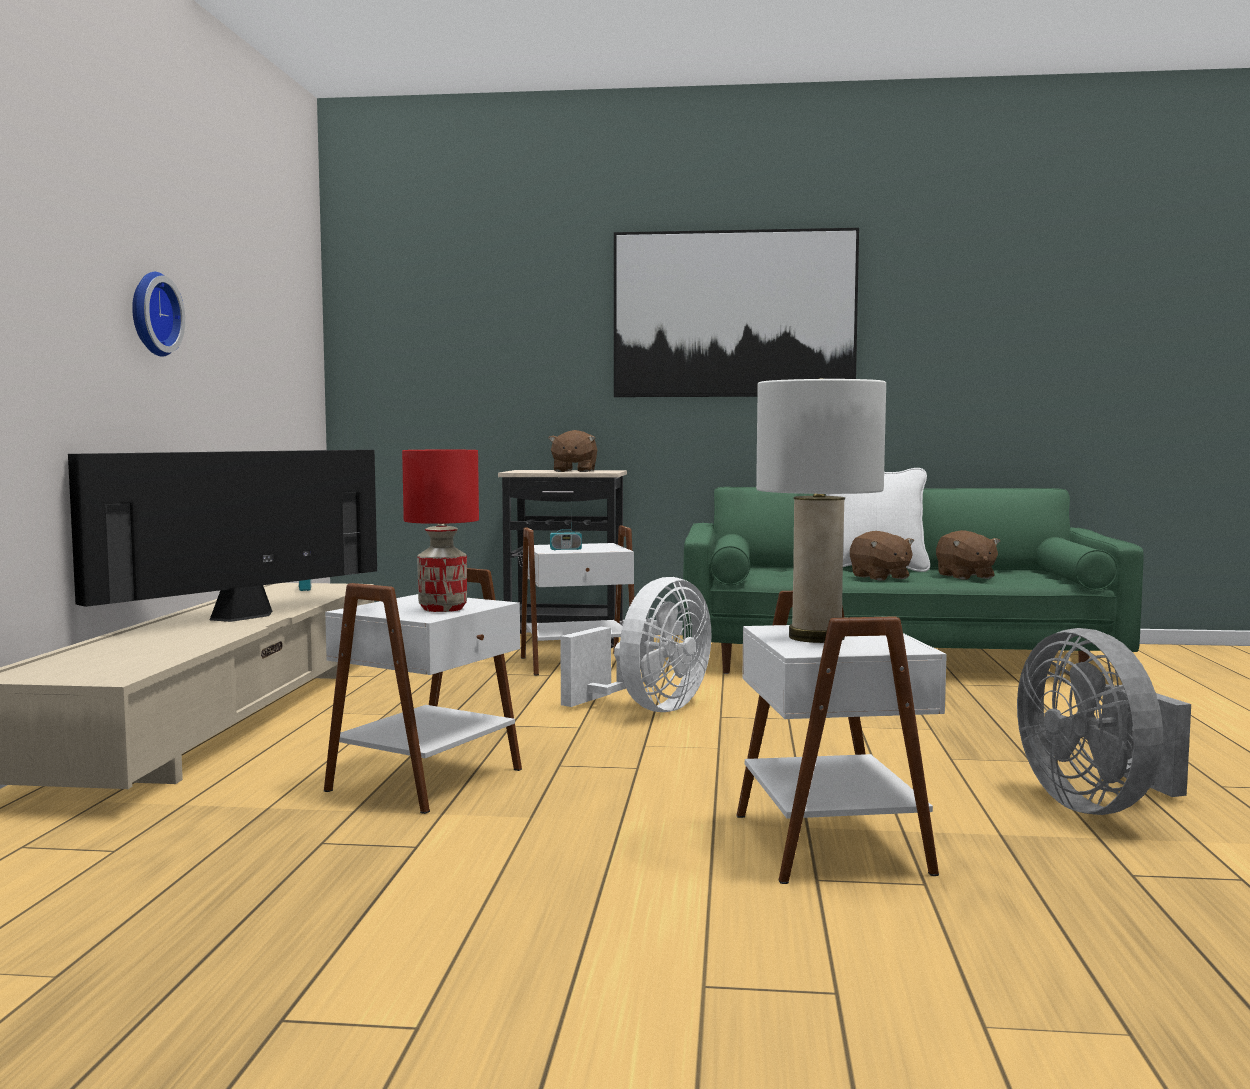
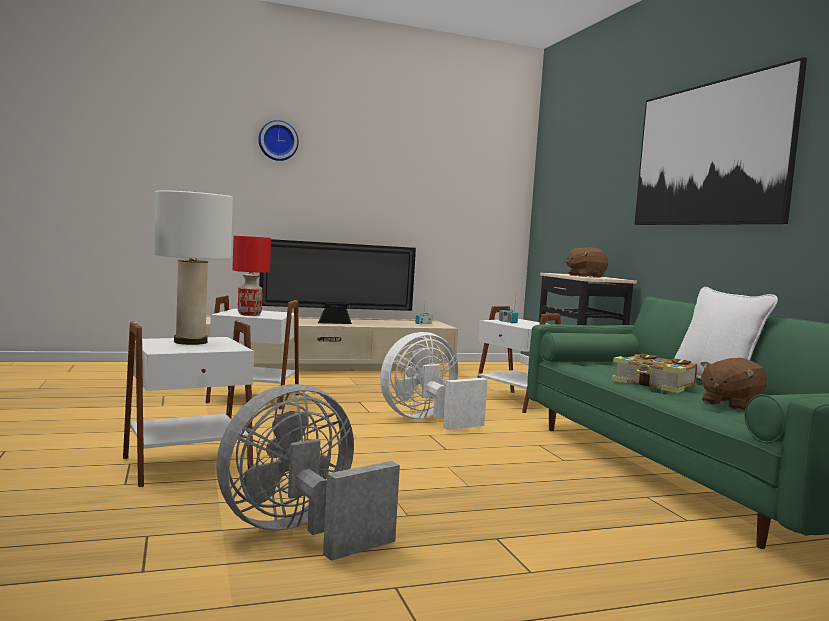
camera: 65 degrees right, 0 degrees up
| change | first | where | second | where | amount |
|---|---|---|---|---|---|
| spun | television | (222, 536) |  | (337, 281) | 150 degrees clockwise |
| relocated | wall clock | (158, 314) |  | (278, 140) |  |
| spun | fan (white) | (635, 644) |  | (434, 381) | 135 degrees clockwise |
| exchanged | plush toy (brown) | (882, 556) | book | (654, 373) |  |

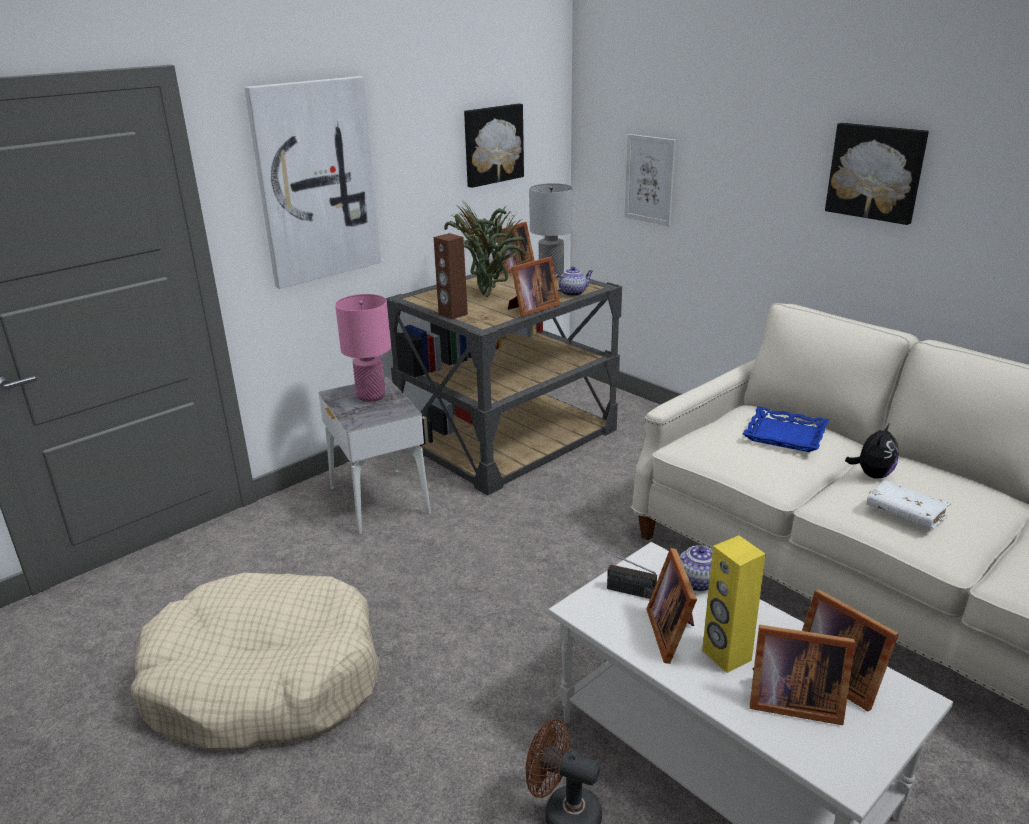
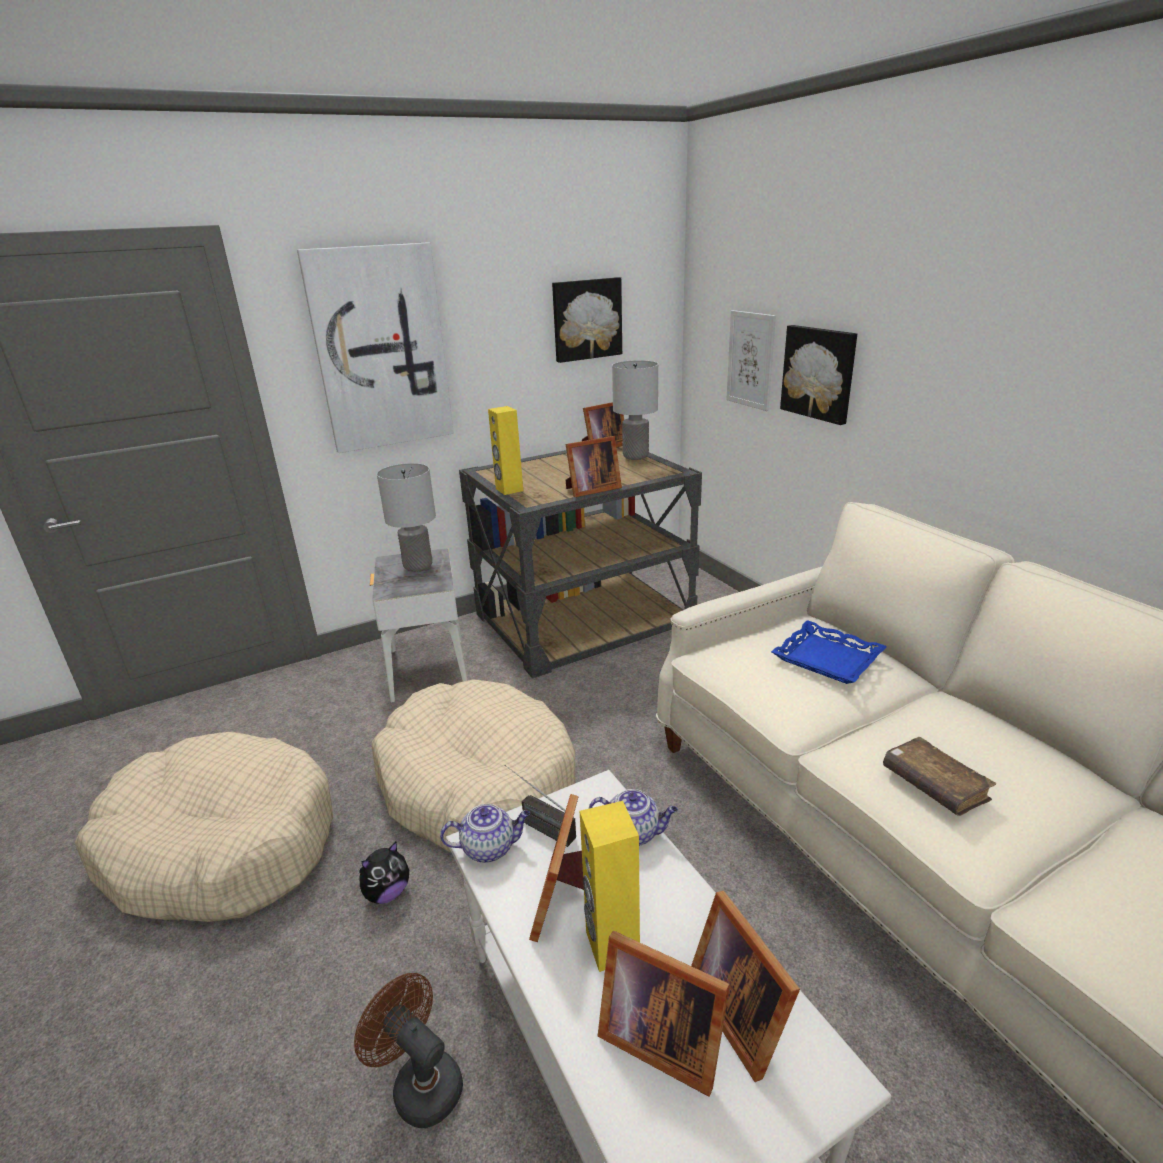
camera: 15 degrees right, 0 degrees up
| change | first | where | second | where | amount |
|---|---|---|---|---|---|
| colour | table lamp (pink) | (363, 348) | table lamp (grey) | (406, 517) |  |
| colour | speaker (brown) | (451, 276) | speaker (yellow) | (505, 450) |  |
| missing | potted plant | (485, 250) |  |  |  |
| relocated | teapot | (574, 281) |  | (485, 833) |  |
| relocated | picture | (877, 174) |  | (818, 375) |  |
| relocated | plush toy | (872, 451) |  | (384, 873) |  |
| colour | book (white) | (909, 504) | book (brown) | (939, 776) |  |
| appeared |  |  | dog bed (beige) | (473, 765) |  |

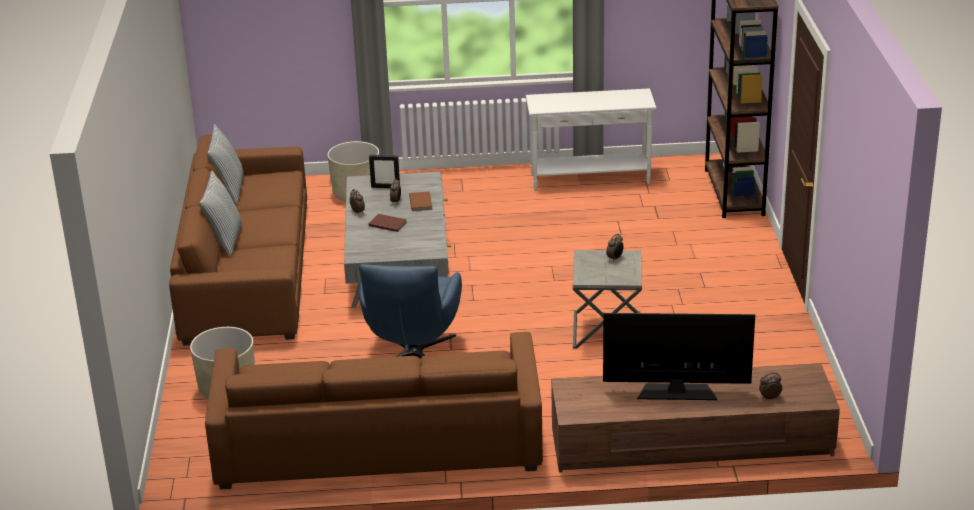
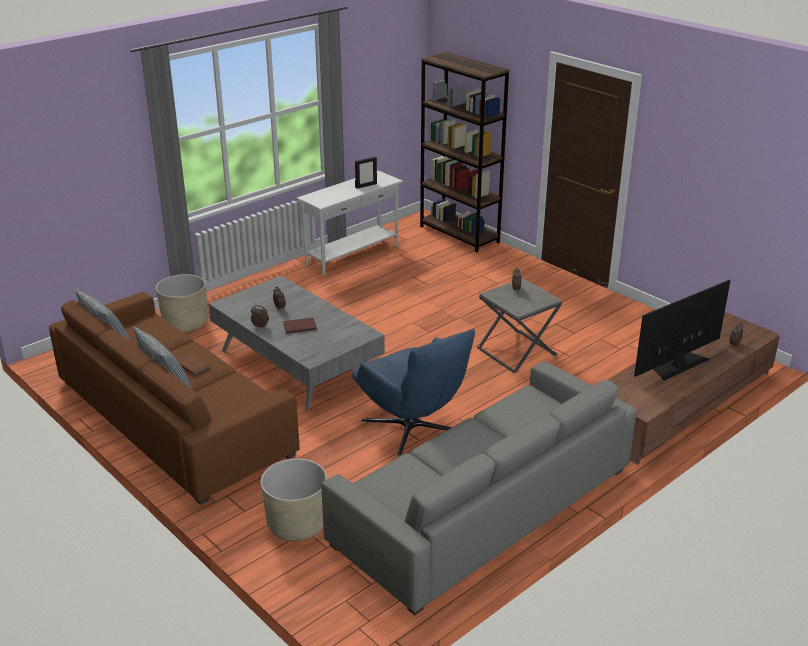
camera: 40 degrees left, 0 degrees up
| change | first | where | second | where | amount |
|---|---|---|---|---|---|
| colour | sofa (brown) | (374, 410) | sofa (grey) | (479, 488) |  |
| relocated | picture frame | (384, 171) |  | (366, 173) |  |
| relocated | book (brown) | (421, 201) |  | (194, 363) |  |

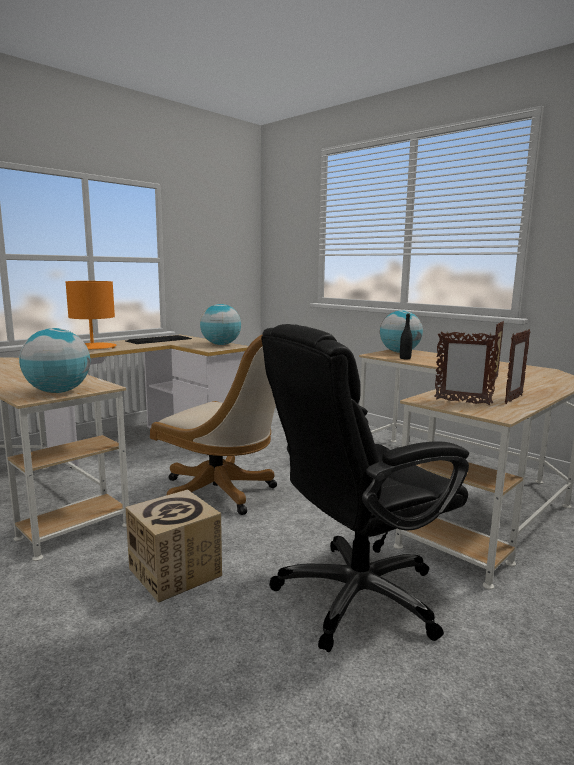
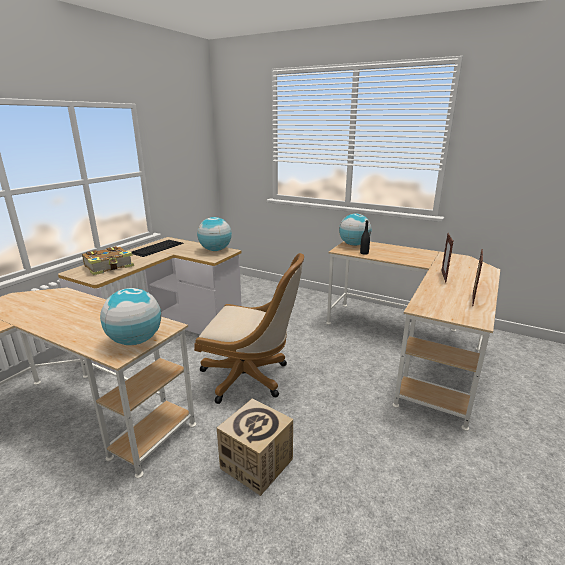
camera: 15 degrees left, 10 degrees up
| change | first | where | second | where | amount |
|---|---|---|---|---|---|
| exchanged | table lamp (orange) | (91, 315) | book | (108, 260) |  |
| missing | office chair (black) | (365, 488) |  |  |  |
| missing | picture frame | (467, 368) |  |  |  |

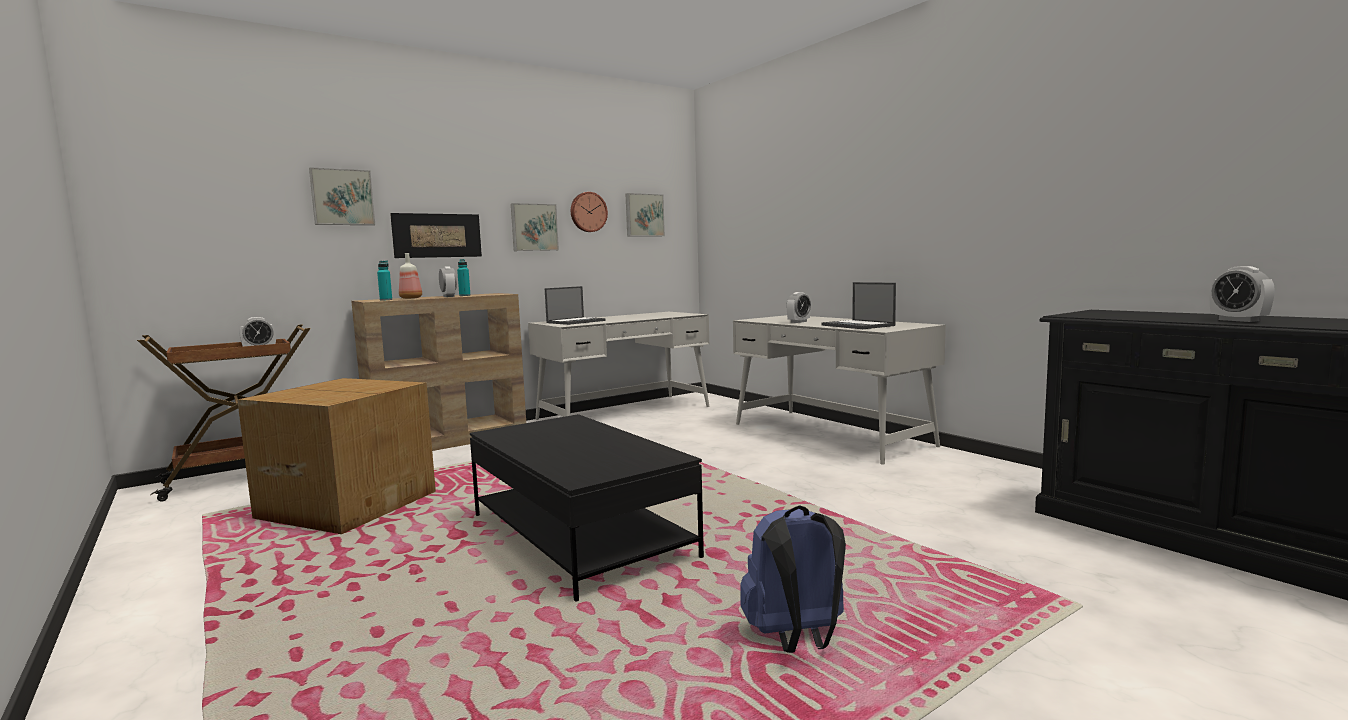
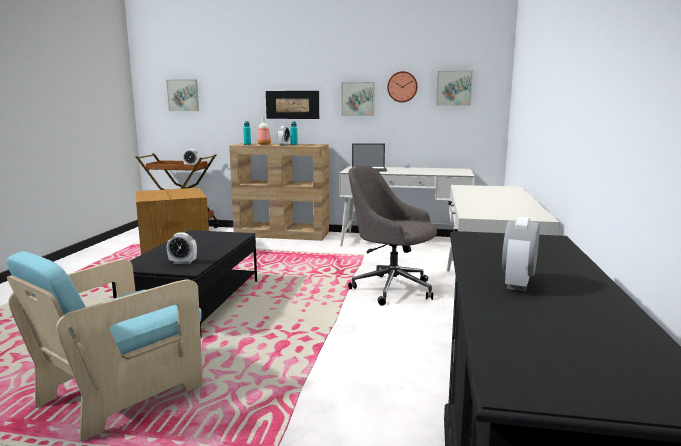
camera: 45 degrees right, 5 degrees up
| change | first | where | second | where | amount |
|---|---|---|---|---|---|
| relocated | picture | (342, 196) |  | (182, 95) |  |
| exchanged | backpack (blue) | (793, 579) | armchair (turquoise) | (104, 346) |  |
| relocated | alarm clock | (798, 307) |  | (182, 248) |  |
| missing | laptop | (858, 305) |  |  |  |
| appeared |  |  | office chair (grey) | (392, 236) |  |

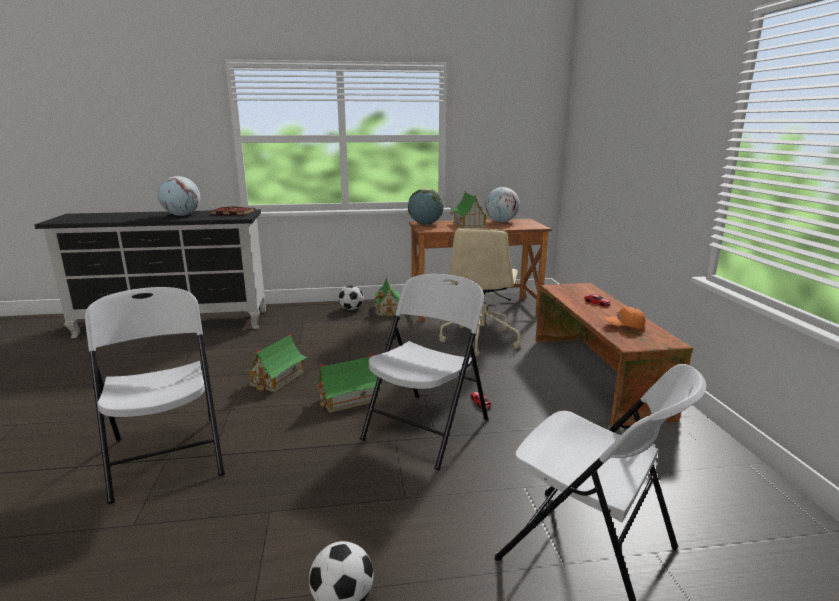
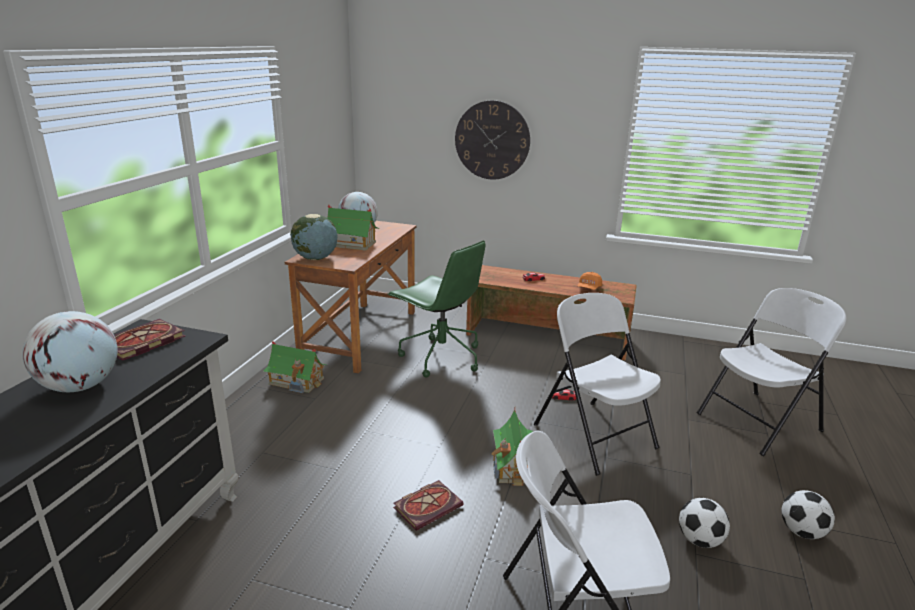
camera: 65 degrees left, 5 degrees up
| change | first | where | second | where | amount |
|---|---|---|---|---|---|
| exchanged | toy house | (276, 362) | book | (428, 505) |  |
| relocated | football | (350, 297) |  | (704, 523) |  |
| colour | office chair (beige) | (480, 292) | office chair (green) | (436, 309) |  |
| appeared |  |  | wall clock | (492, 140) |  |

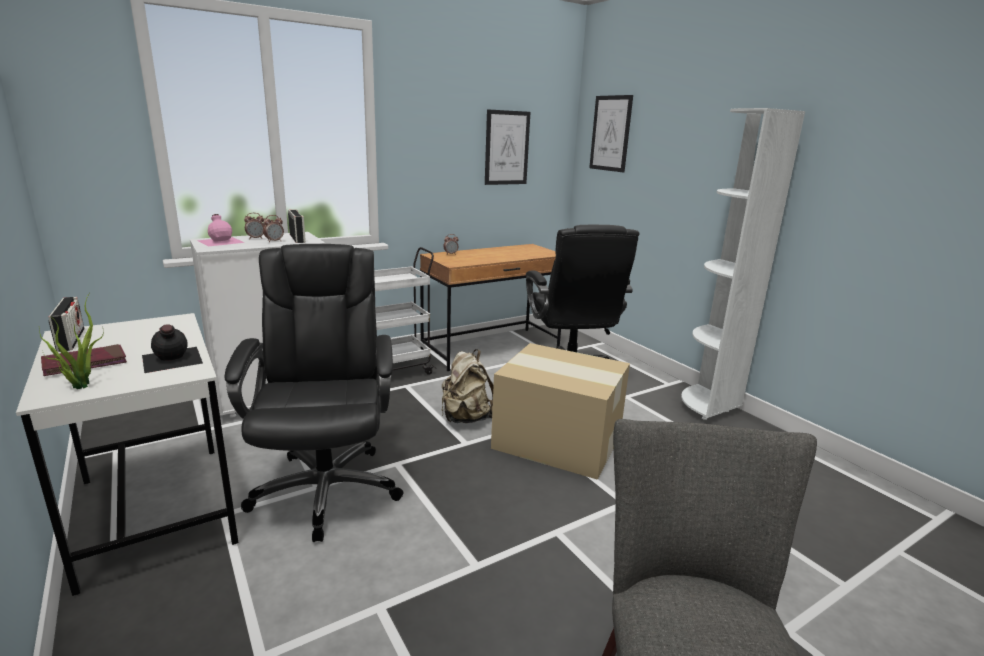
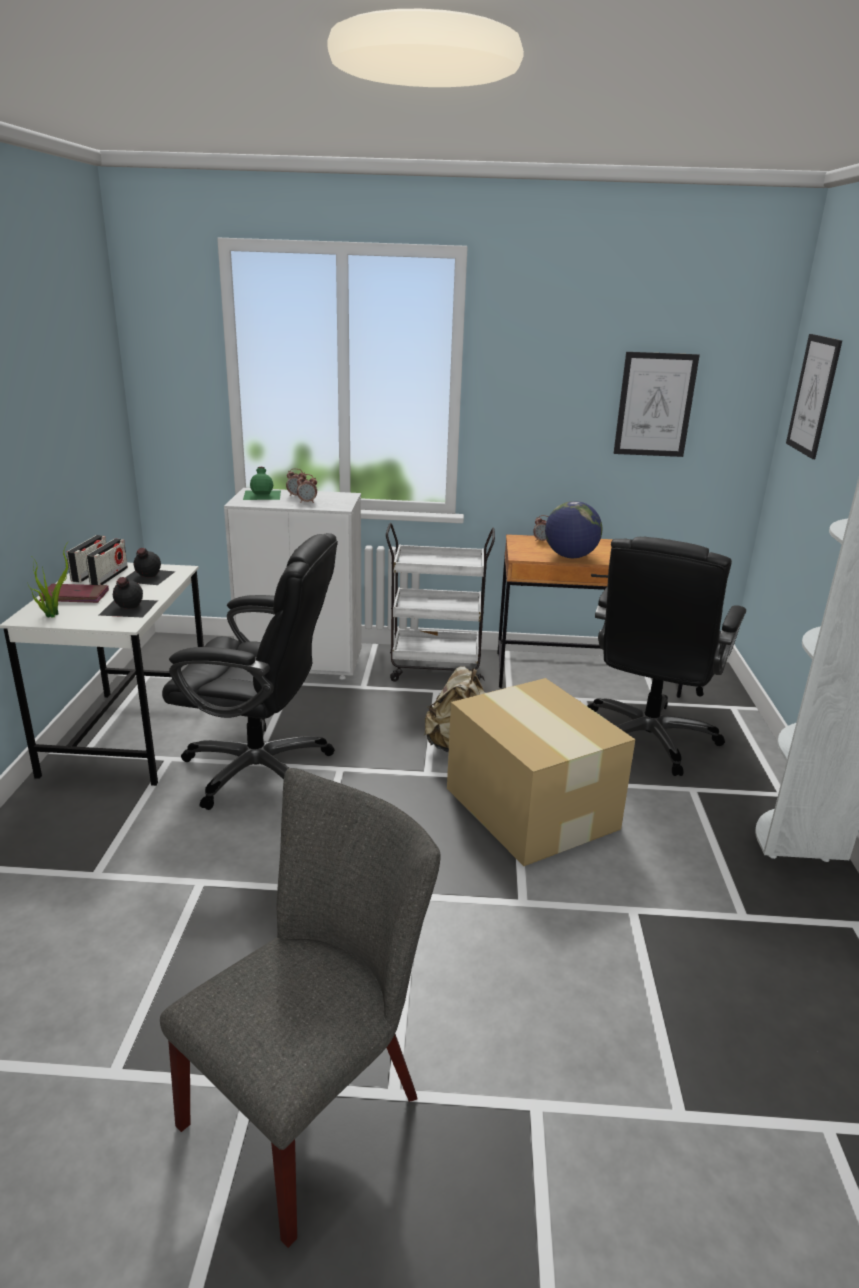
camera: 35 degrees right, 5 degrees up
| change | first | where | second | where | amount |
|---|---|---|---|---|---|
| colour | bottle (pink) | (221, 230) | bottle (green) | (262, 483) |  |
| spun | office chair (black) | (314, 393) |  | (250, 671) | 75 degrees clockwise |
| relocated | radio | (297, 226) |  | (107, 561) |  |
| appeared |  |  | bottle (black) | (150, 566) |  |
| appeared |  |  | globe | (573, 529) |  |

